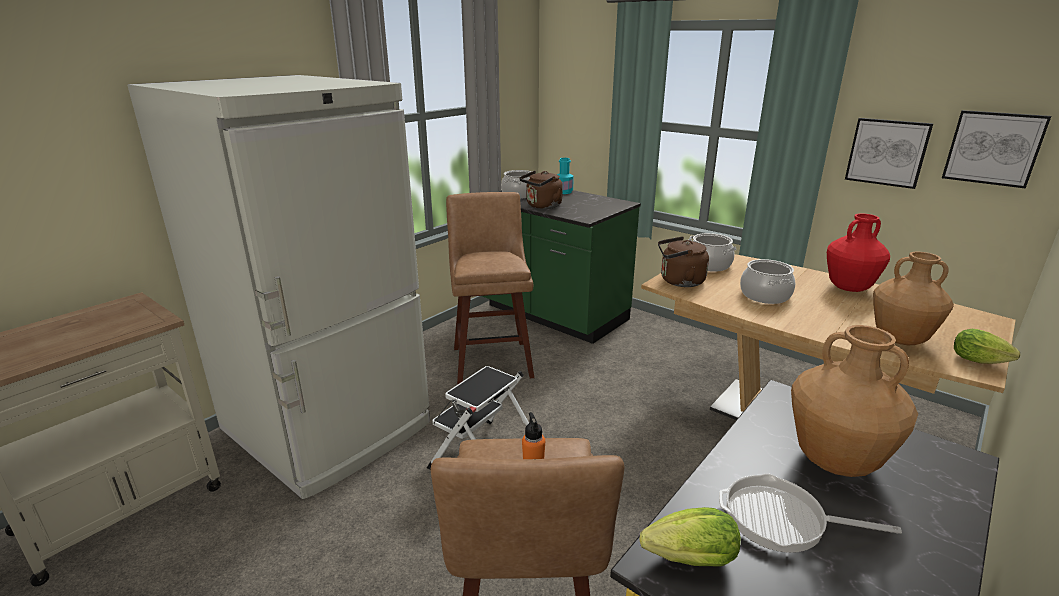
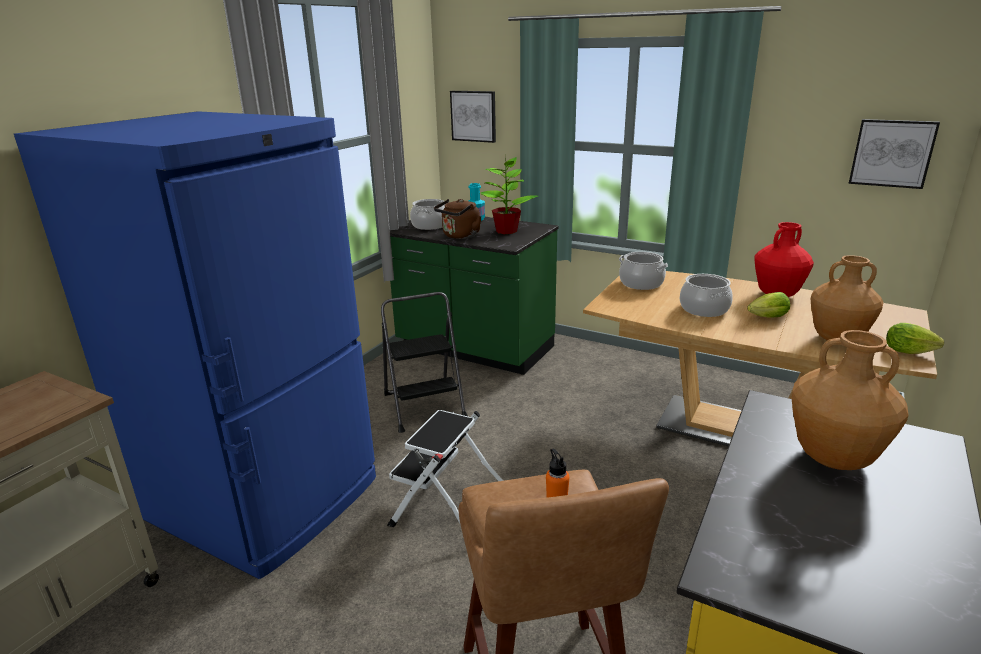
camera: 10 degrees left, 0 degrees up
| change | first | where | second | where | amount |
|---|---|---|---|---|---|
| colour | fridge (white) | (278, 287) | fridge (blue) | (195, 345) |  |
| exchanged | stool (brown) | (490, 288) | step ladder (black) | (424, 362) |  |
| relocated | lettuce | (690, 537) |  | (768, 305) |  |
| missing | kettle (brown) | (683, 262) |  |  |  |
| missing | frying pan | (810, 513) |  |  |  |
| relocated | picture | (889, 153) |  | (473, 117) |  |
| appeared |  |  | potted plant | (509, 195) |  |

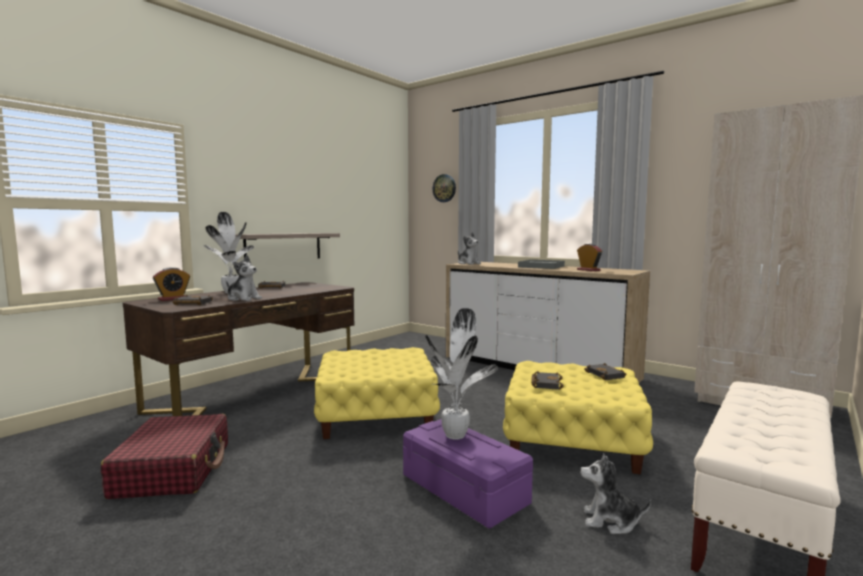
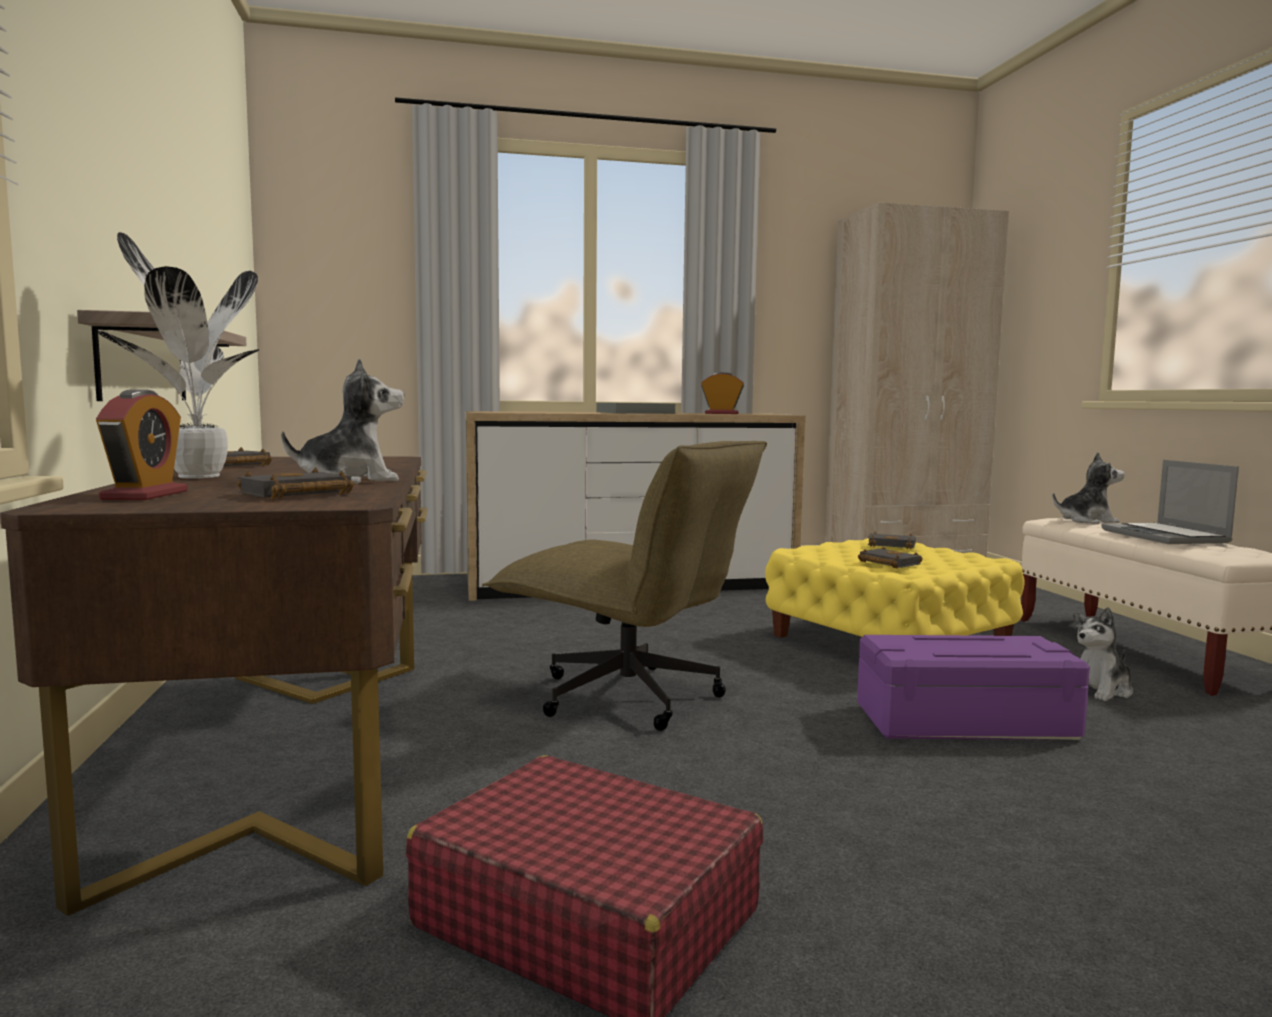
camera: 50 degrees left, 0 degrees up
| change | first | where | second | where | amount |
|---|---|---|---|---|---|
| exchanged | ottoman (yellow) | (377, 393) | office chair (beige) | (624, 586) |  |
| missing | potted plant | (461, 374) |  |  |  |
| missing | wall clock | (444, 188) |  |  |  |
| relocated | plush toy | (469, 248) |  | (1088, 488) |  |
| appeared |  |  | laptop | (1170, 502) |  |

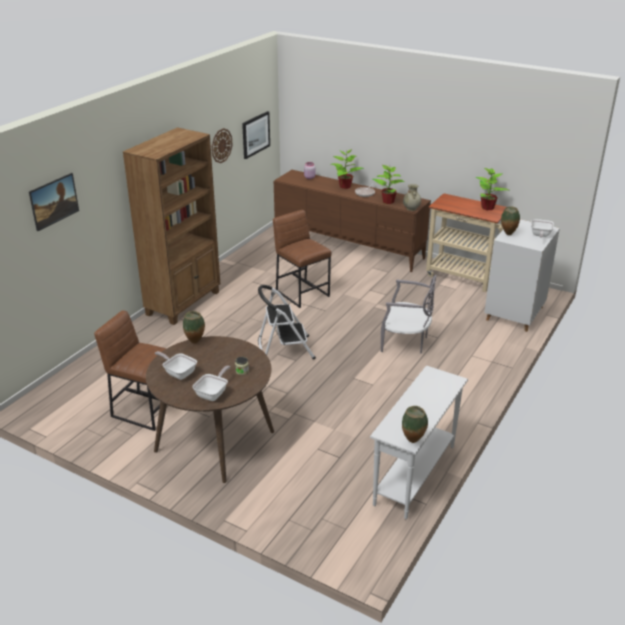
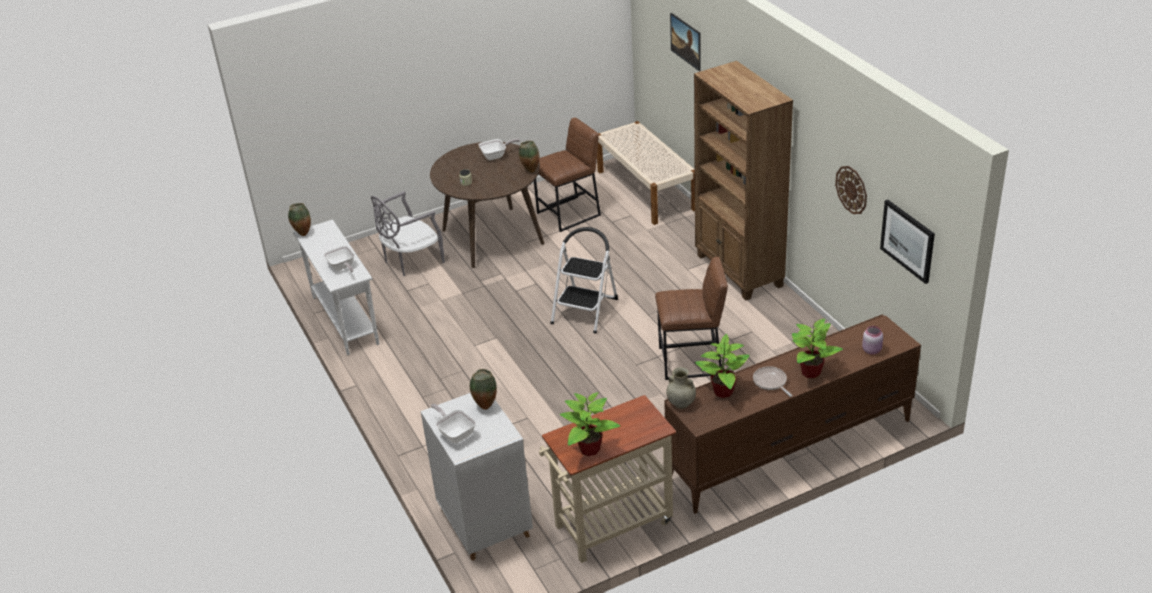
camera: 125 degrees right, 5 degrees up
| change | first | where | second | where | amount |
|---|---|---|---|---|---|
| relocated | frying pan | (211, 383) |  | (339, 258) |  |
| relocated | chair (grey) | (408, 314) |  | (408, 233) |  |
| appeared |  |  | bench (beige) | (646, 173) |  |

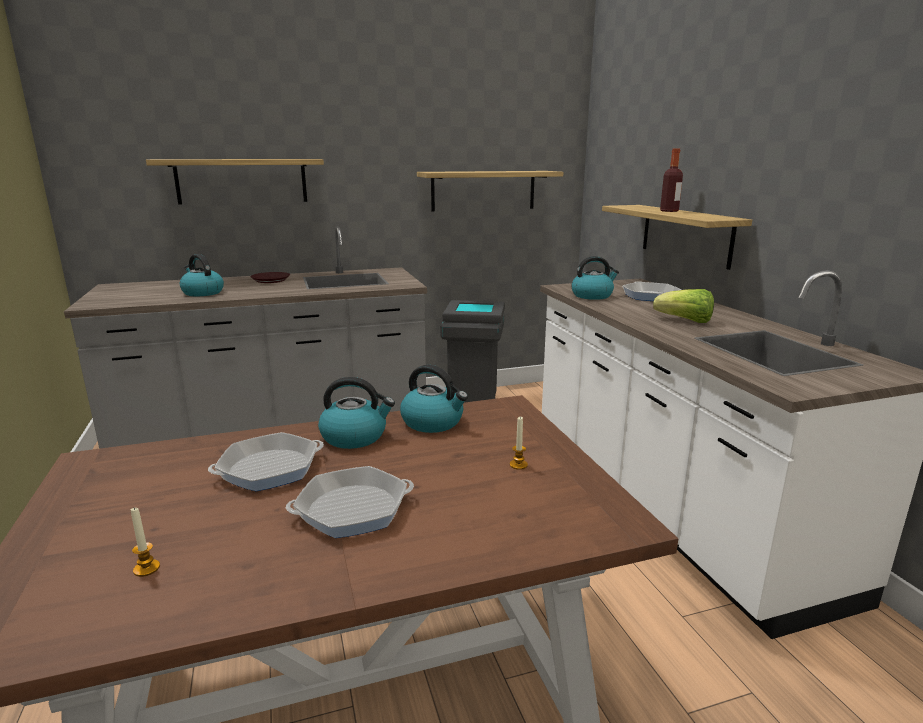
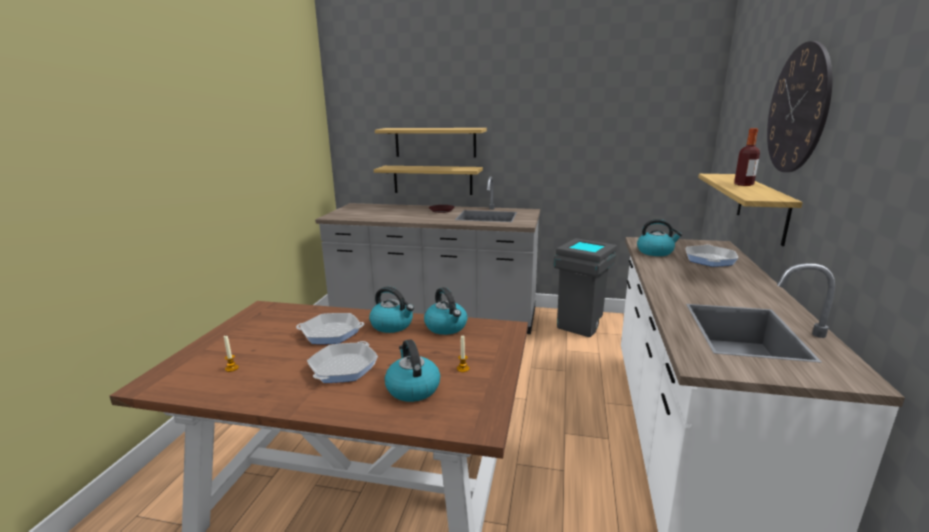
camera: 30 degrees right, 0 degrees up
| change | first | where | second | where | amount |
|---|---|---|---|---|---|
| relocated | kettle | (202, 275) |  | (412, 370) |  |
| spun | frying pan | (350, 502) |  | (342, 362) | 105 degrees clockwise |
| relocated | shelf | (490, 191) |  | (428, 180) |  |
| missing | lettuce | (683, 306) |  |  |  |
| appeared |  |  | wall clock | (800, 106) |  |

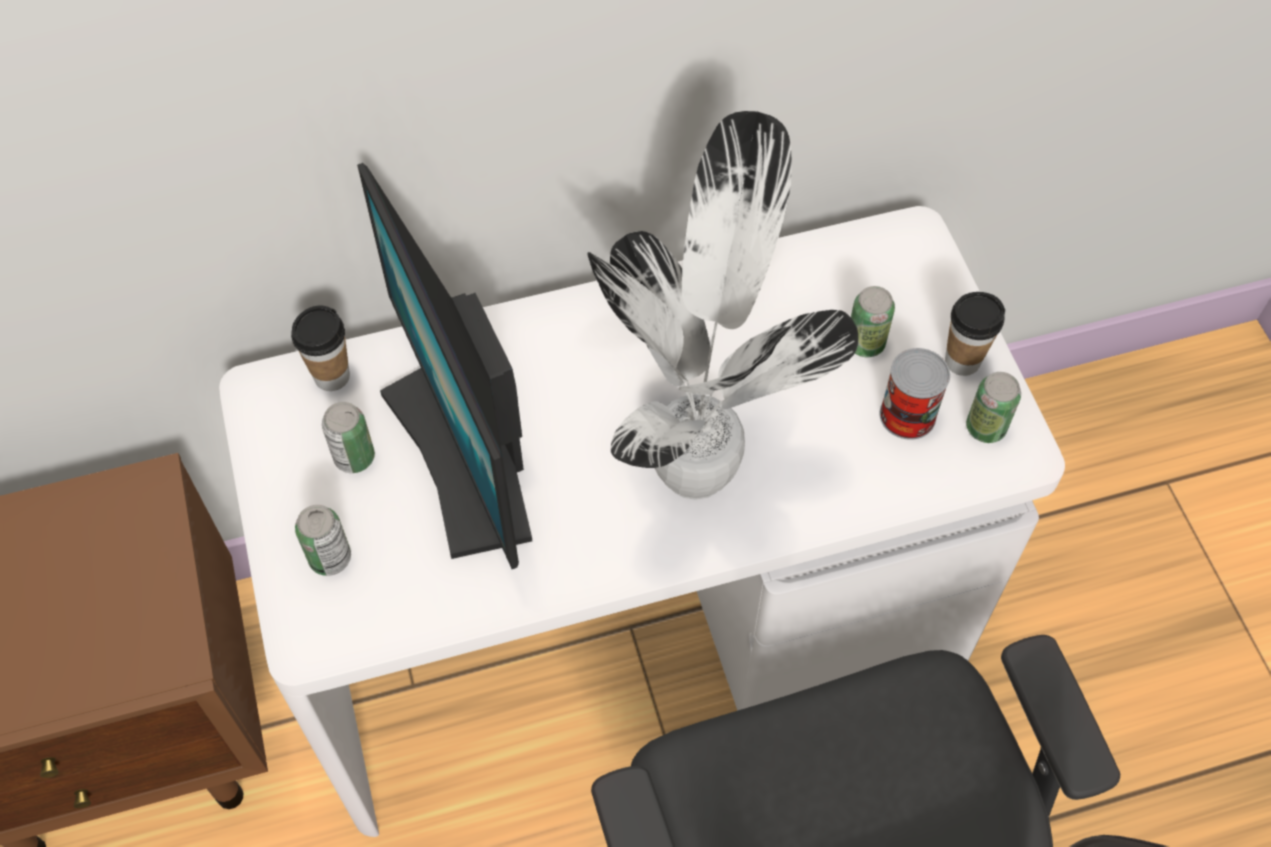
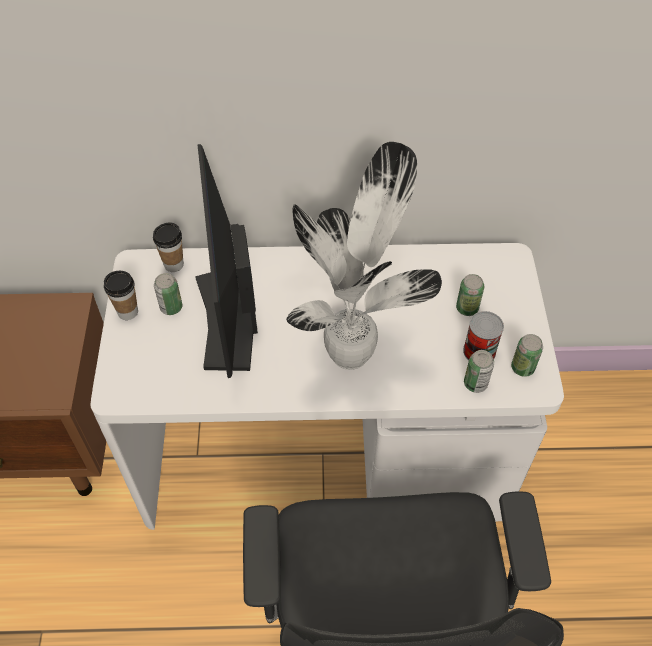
camera: 15 degrees right, 5 degrees down
| change | first | where | second | where | amount |
|---|---|---|---|---|---|
| relocated | can | (323, 540) |  | (479, 371) |  |
| relocated | cup | (975, 334) |  | (121, 295) |  |

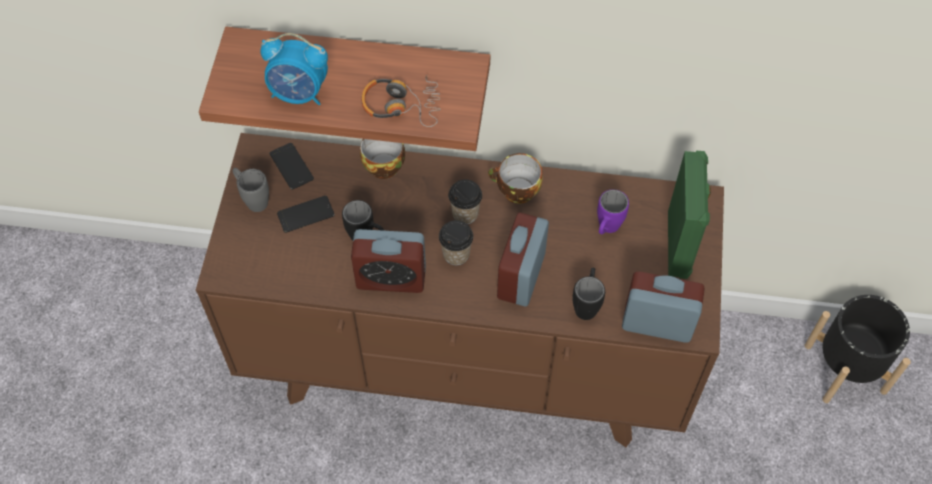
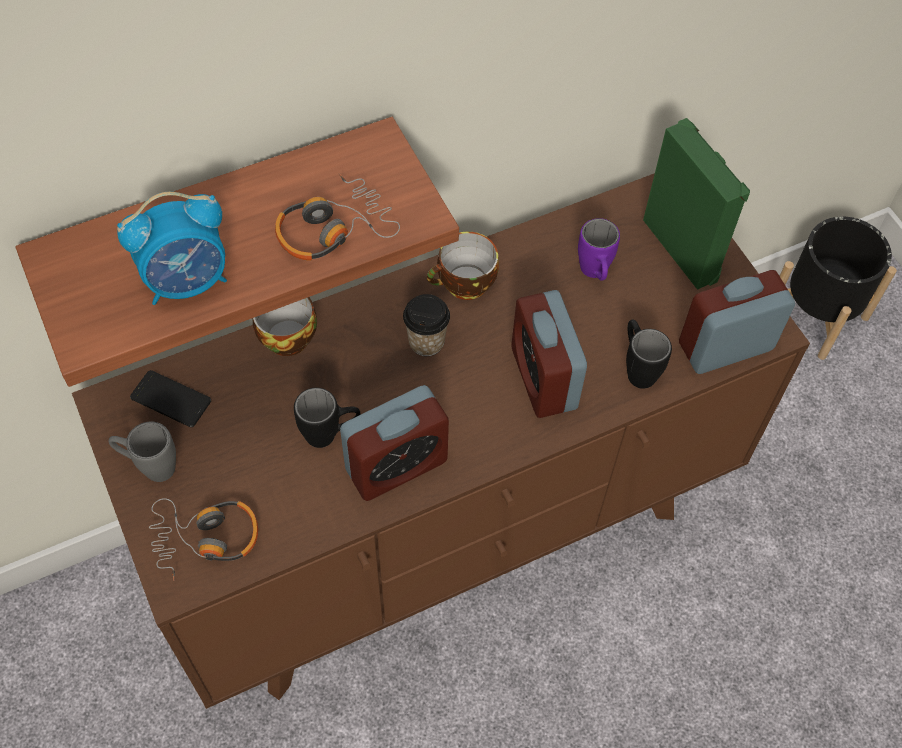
camera: 35 degrees left, 0 degrees up
| change | first | where | second | where | amount |
|---|---|---|---|---|---|
| missing | phone | (306, 214) |  |  |  |
| missing | cup | (456, 243) |  |  |  |
| appeared |  |  | headphones | (203, 539) |  |

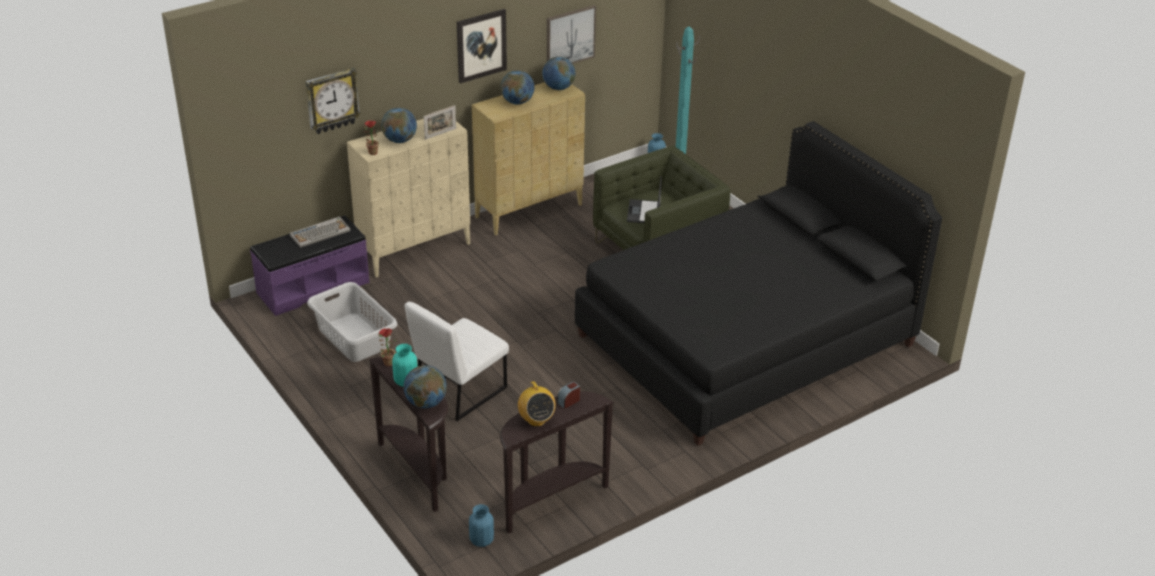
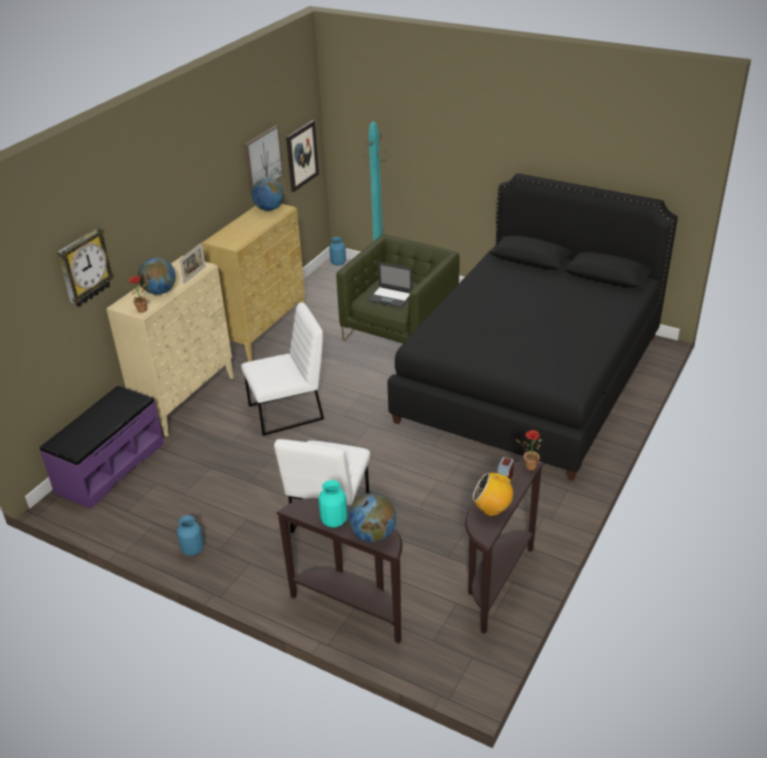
camera: 25 degrees left, 0 degrees up
| change | first | where | second | where | amount |
|---|---|---|---|---|---|
| missing | keyboard | (319, 232) |  |  |  |
| missing | laundry basket (grey) | (352, 322) |  |  |  |
| relocated | potted plant | (387, 347) |  | (529, 450) |  |
| relocated | picture | (482, 46) |  | (302, 156) |  |
| relocated | vase (blue) | (481, 525) |  | (190, 535) |  |
| missing | globe | (517, 87) |  |  |  |
| spun | radio | (537, 404) |  | (494, 494) | 150 degrees clockwise |
| spun | laptop | (644, 199) |  | (390, 285) | 45 degrees counterclockwise |
| appeared |  |  | chair (white) | (282, 369) |  |

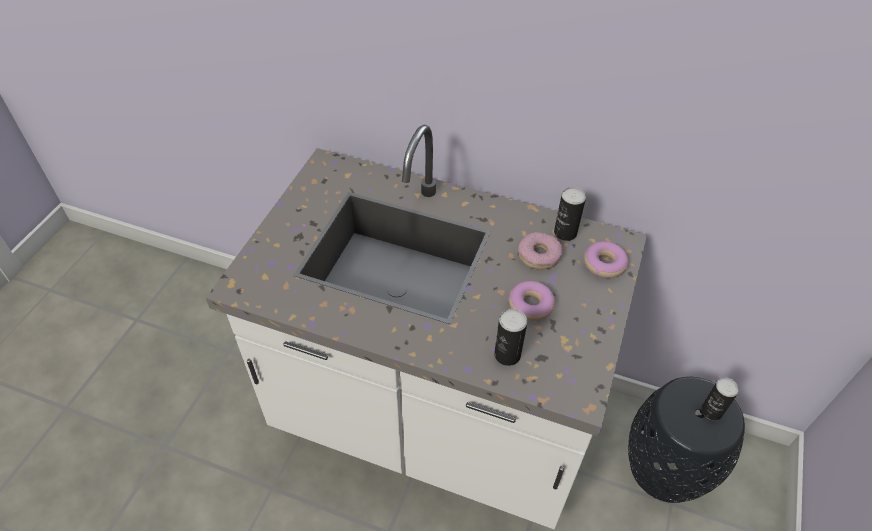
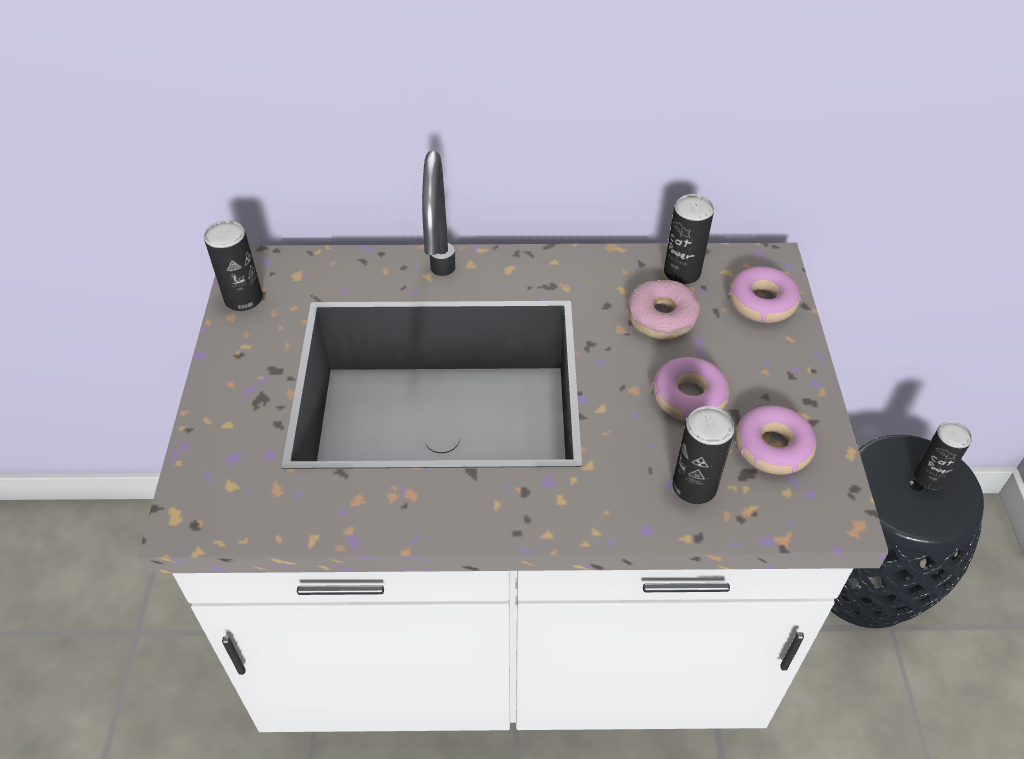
camera: 20 degrees left, 0 degrees up
| change | first | where | second | where | amount |
|---|---|---|---|---|---|
| appeared |  |  | can | (233, 265) |  |
| appeared |  |  | donut | (775, 440) |  |

